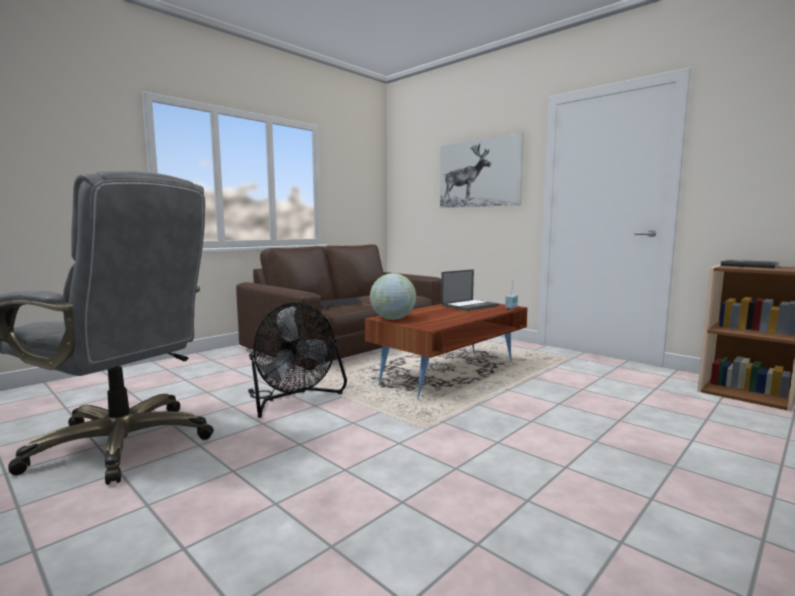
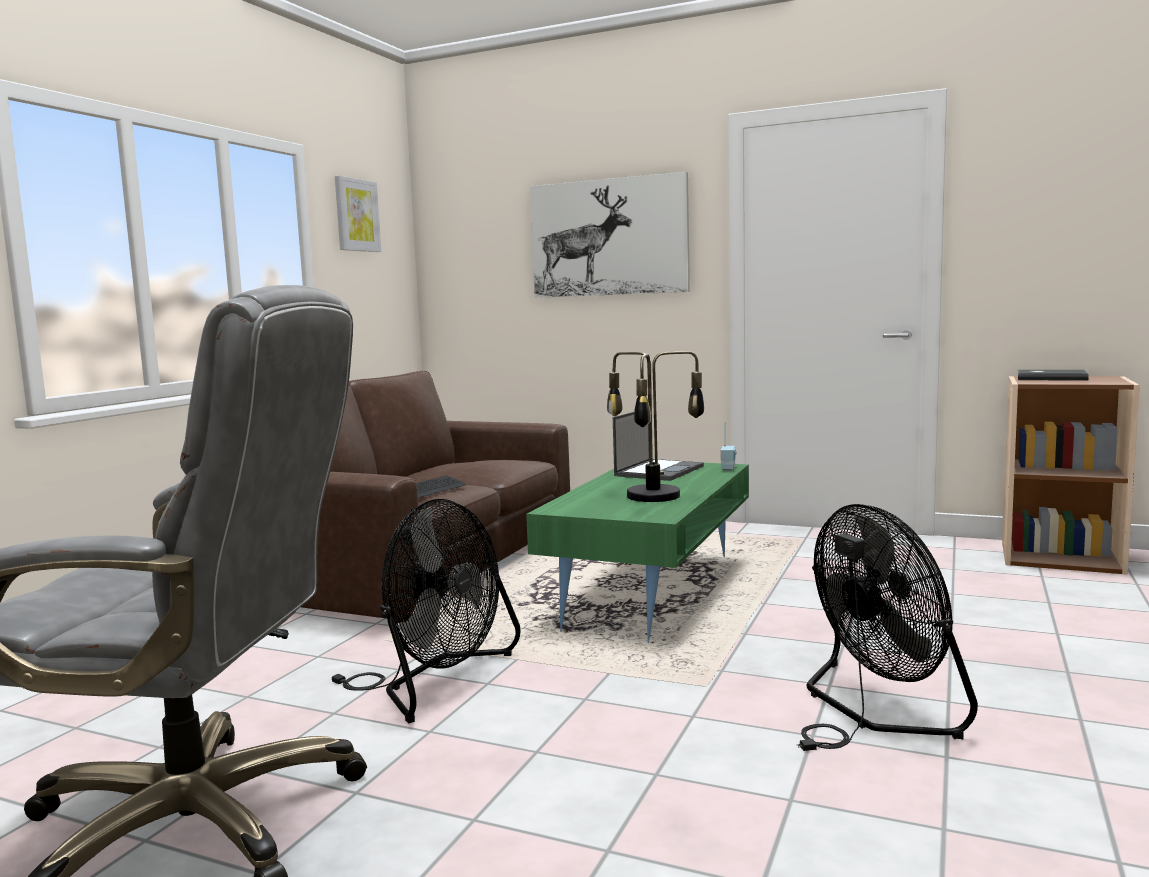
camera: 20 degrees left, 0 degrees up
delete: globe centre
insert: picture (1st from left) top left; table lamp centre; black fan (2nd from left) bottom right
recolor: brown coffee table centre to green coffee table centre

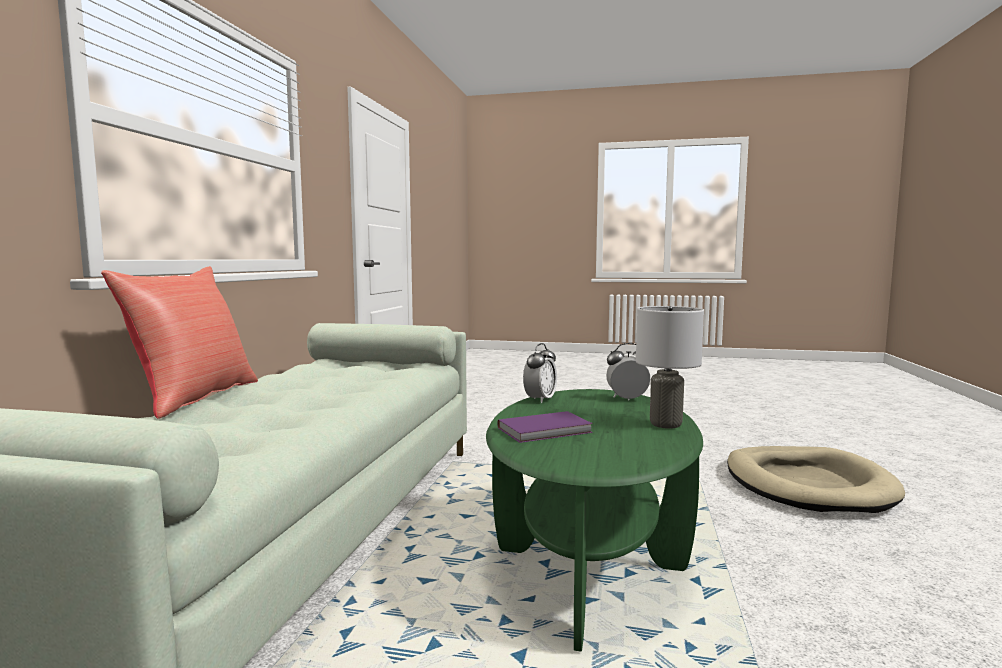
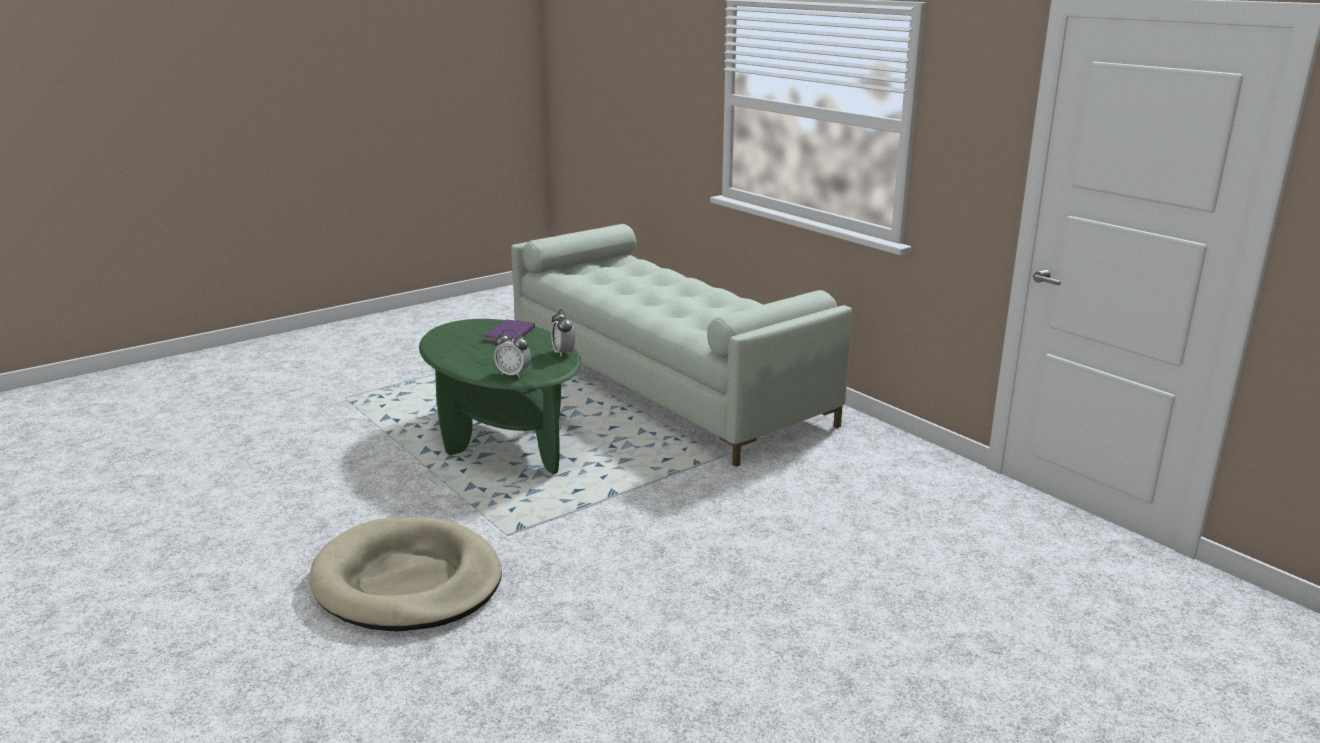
camera: 130 degrees right, 15 degrees up
delete: red pillow middle left; white table lamp middle right
rotate: alarm clock (2nd from left in the first image) centre = centre 75 degrees clockwise

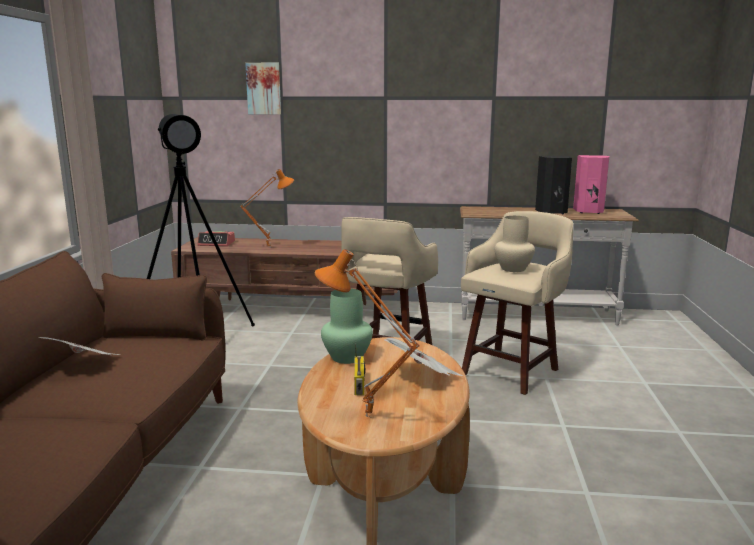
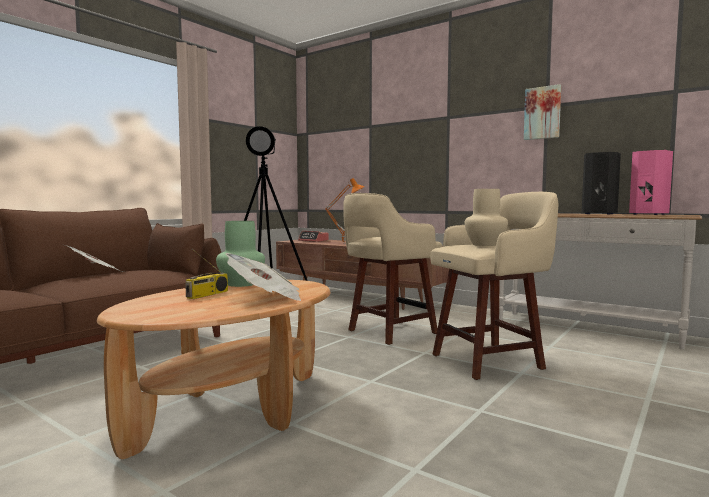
camera: 30 degrees right, 10 degrees down
delete: orange table lamp (2nd from left) centre
move: picture top centre to top right

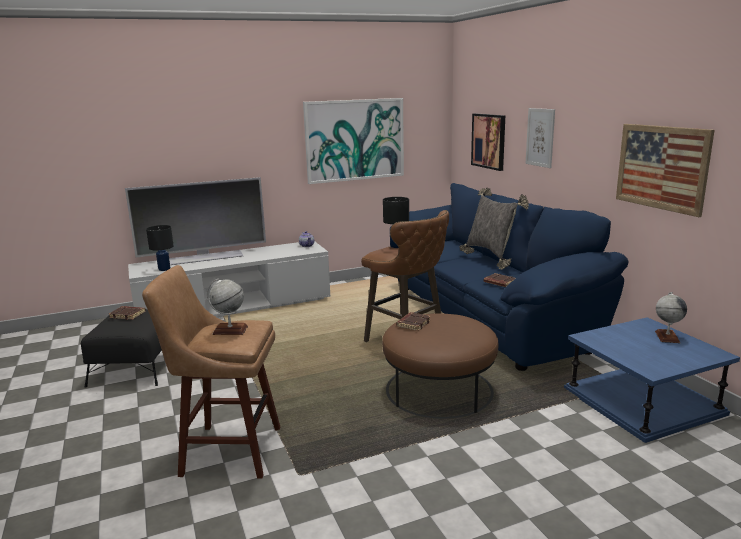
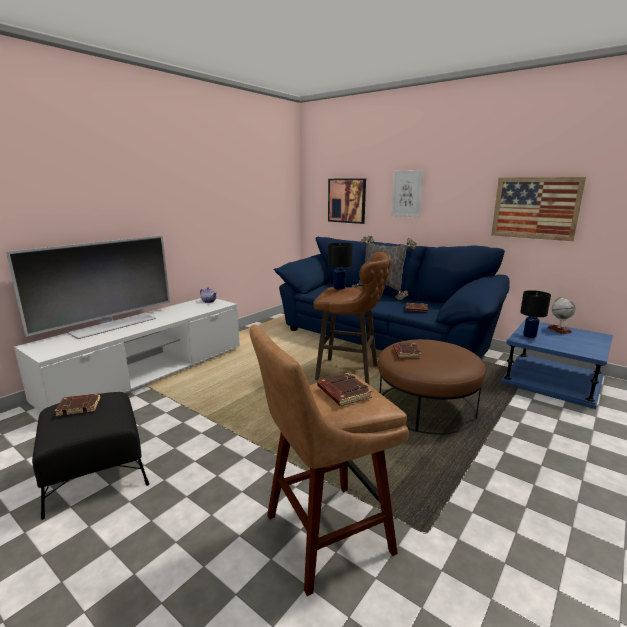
camera: 30 degrees left, 0 degrees up
delete: picture (1st from left) top centre
move: black table lamp (1st from left in the first image) middle left to black table lamp (2nd from left) middle right
replace: globe (1st from left) middle left to brown book (2nd from left) centre

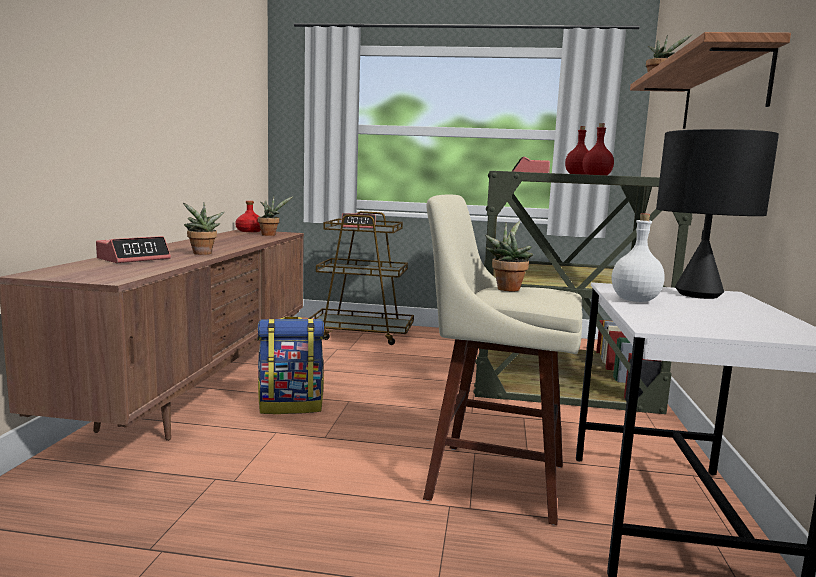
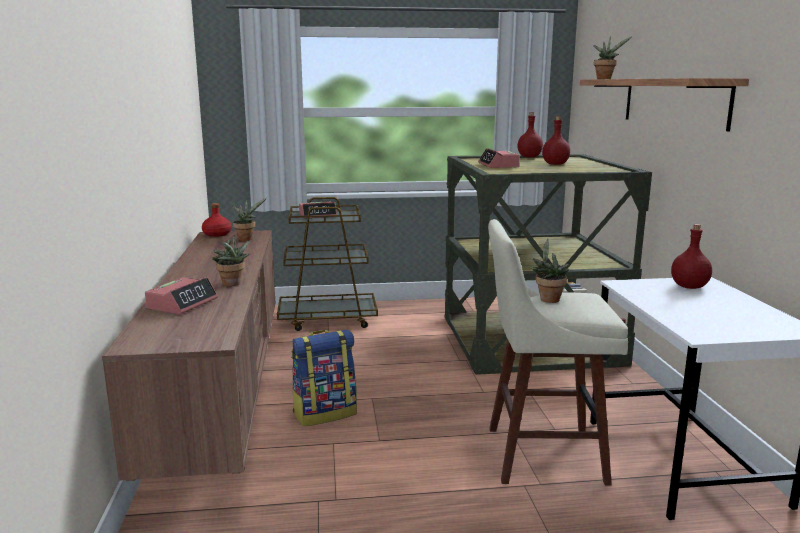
camera: 15 degrees left, 5 degrees up
delete: white bottle middle right
replace: black table lamp middle right to red bottle (4th from left) middle right

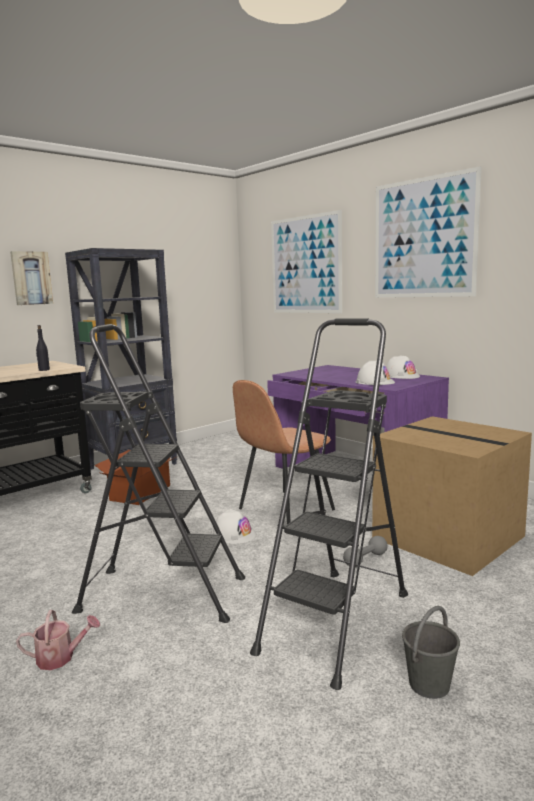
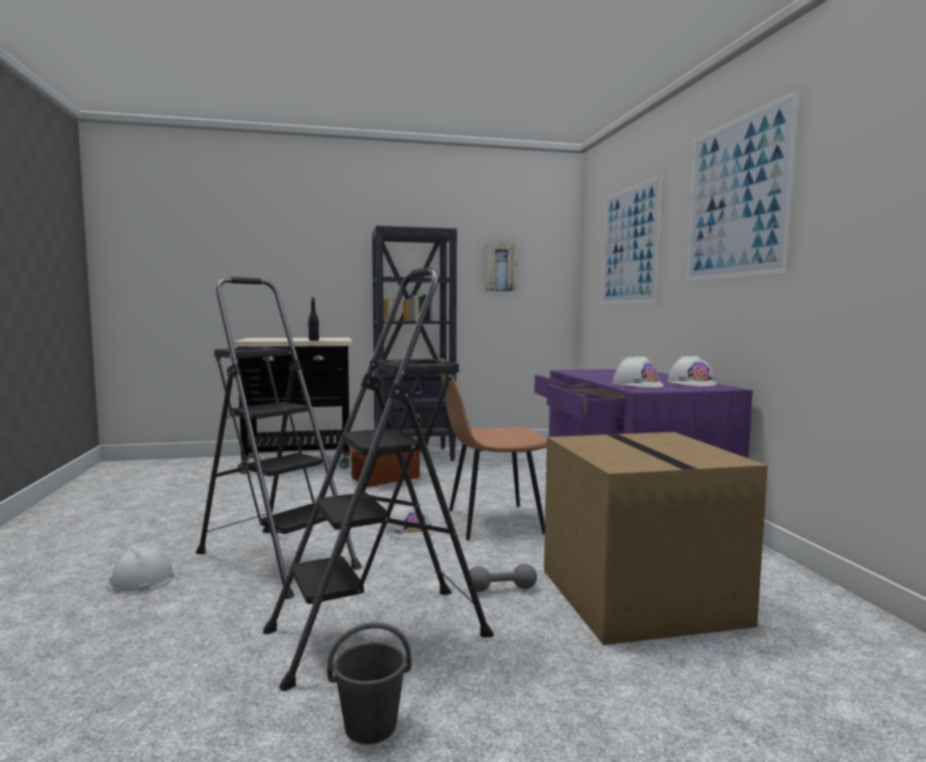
camera: 30 degrees right, 5 degrees down
move: picture (1st from left) middle left to centre
replace: watering can bottom left to white hard hat (1st from left) bottom left

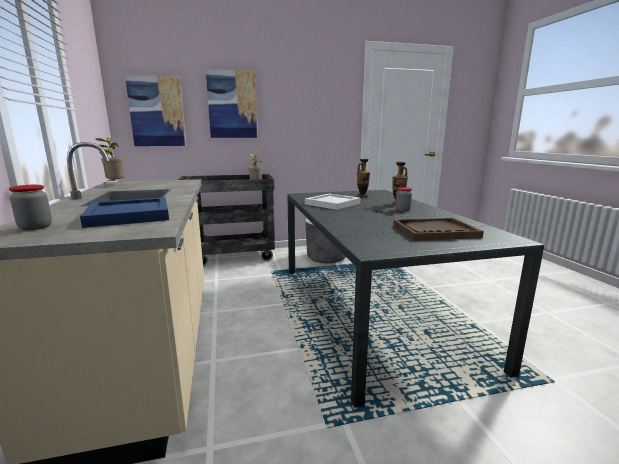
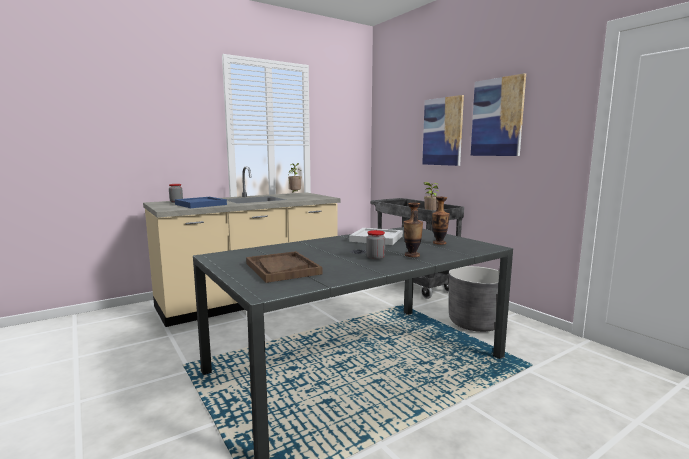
camera: 70 degrees right, 5 degrees down
move: picture (1st from left in the first image) top left to picture (2nd from left) top right

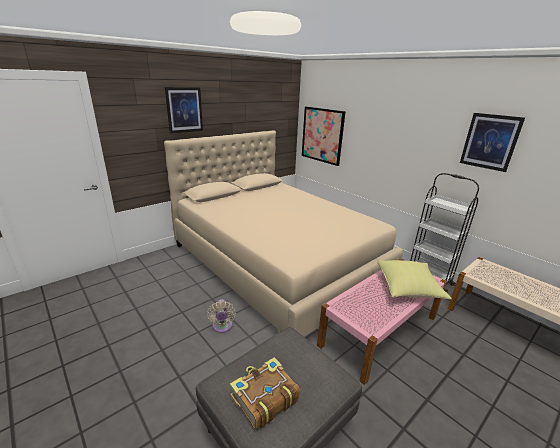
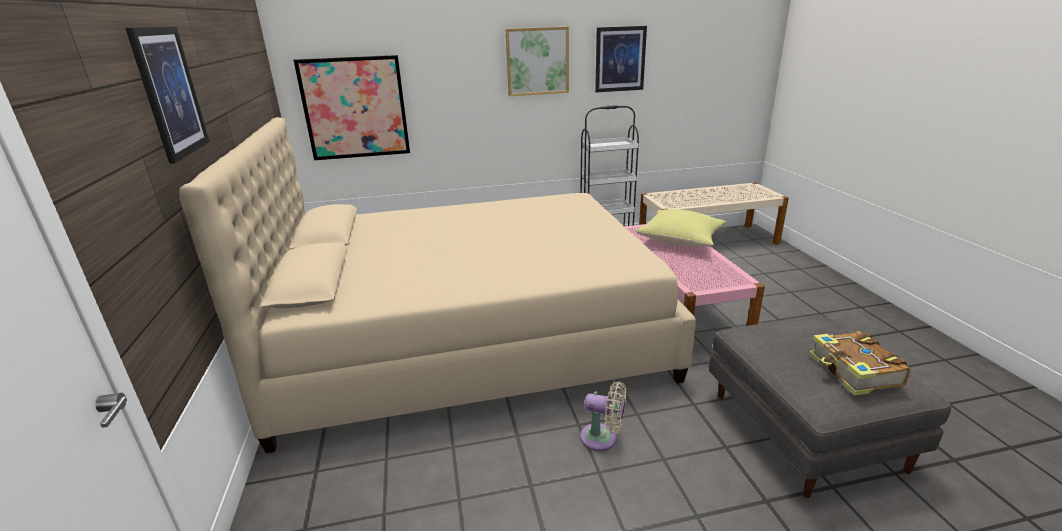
camera: 60 degrees left, 0 degrees up
insert: picture (3rd from left) top centre

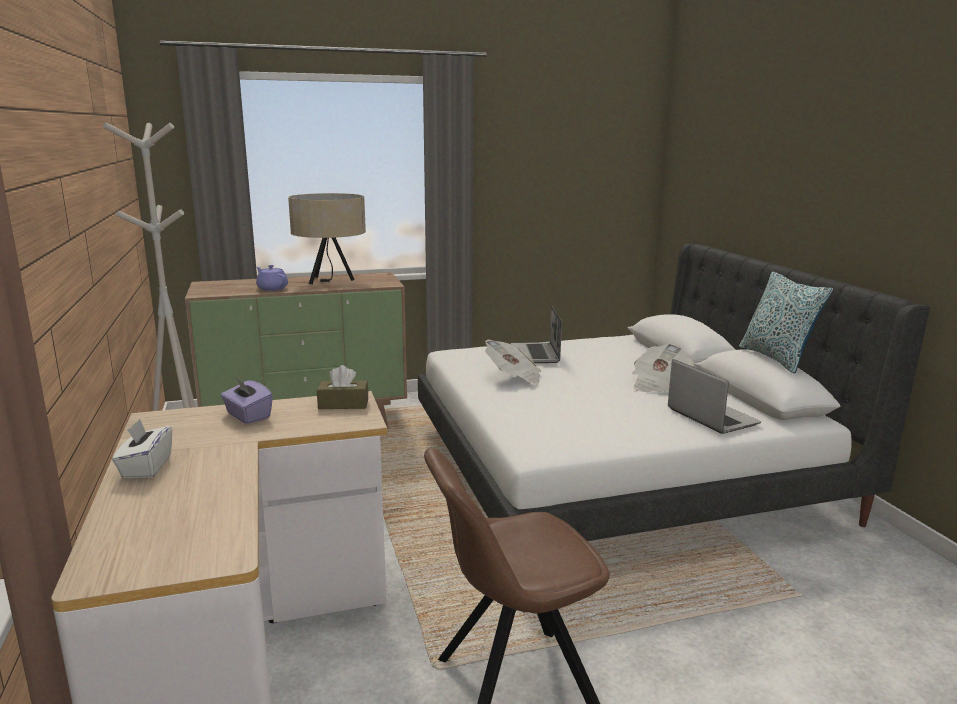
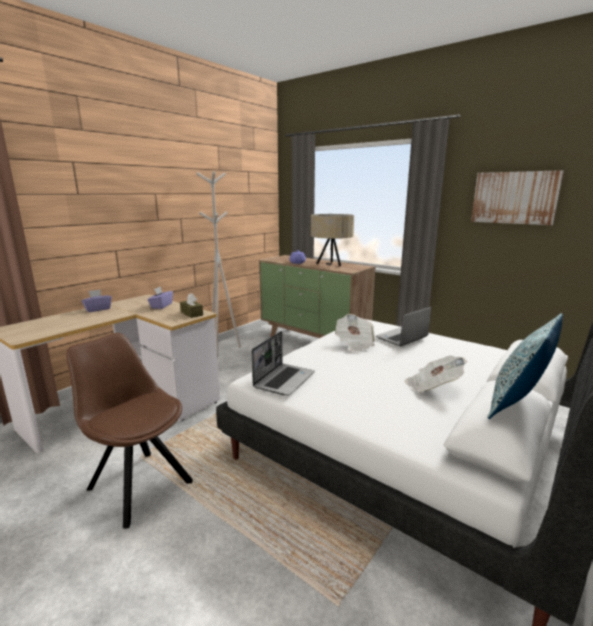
camera: 55 degrees right, 0 degrees up
insert: picture top right
move: laptop (2nd from left in the first image) middle right to laptop (1st from left) centre
recolor: white tissue box middle left to purple tissue box (1st from left) middle left

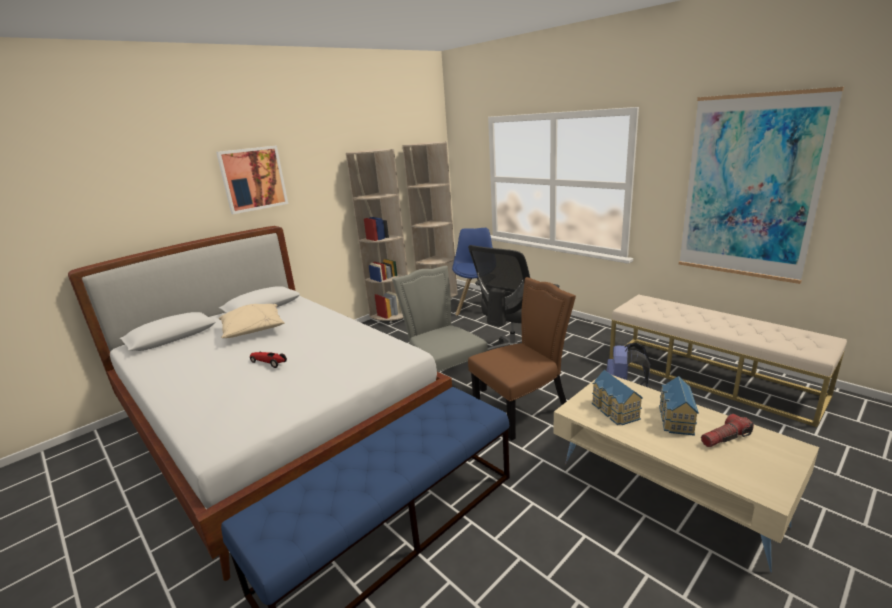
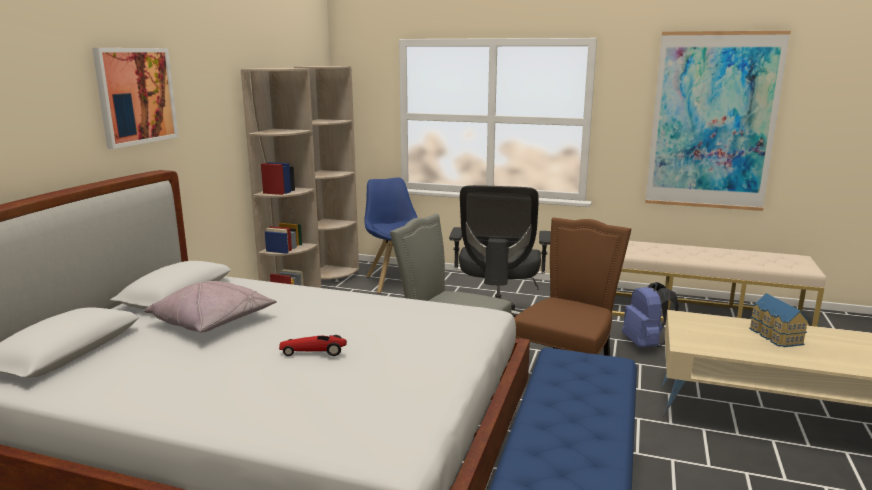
camera: 30 degrees left, 5 degrees down
delete: toy house (1st from left) middle right; flashlight bottom right
recolor: beige pillow middle left to purple pillow middle left

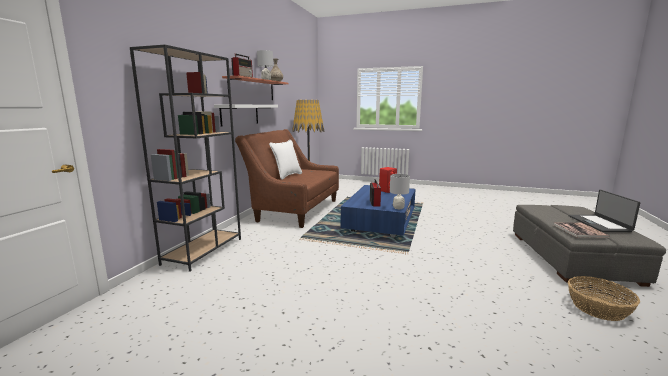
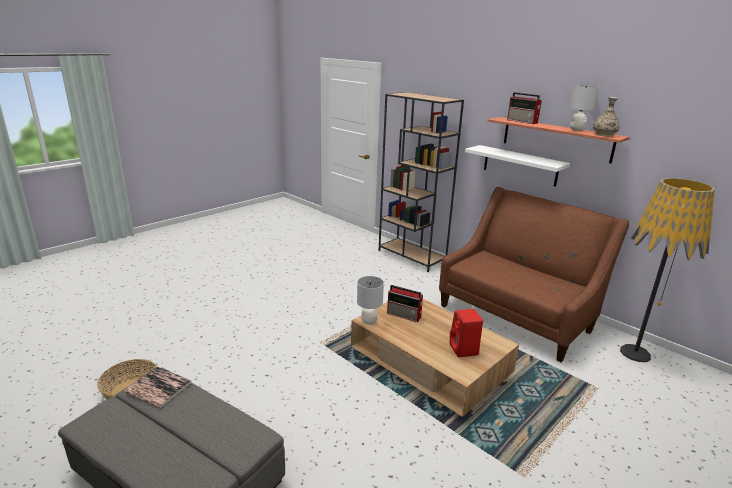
camera: 115 degrees right, 10 degrees up
delete: white pillow centre; laptop middle right
recolor: blue coffee table centre to brown coffee table bottom centre

